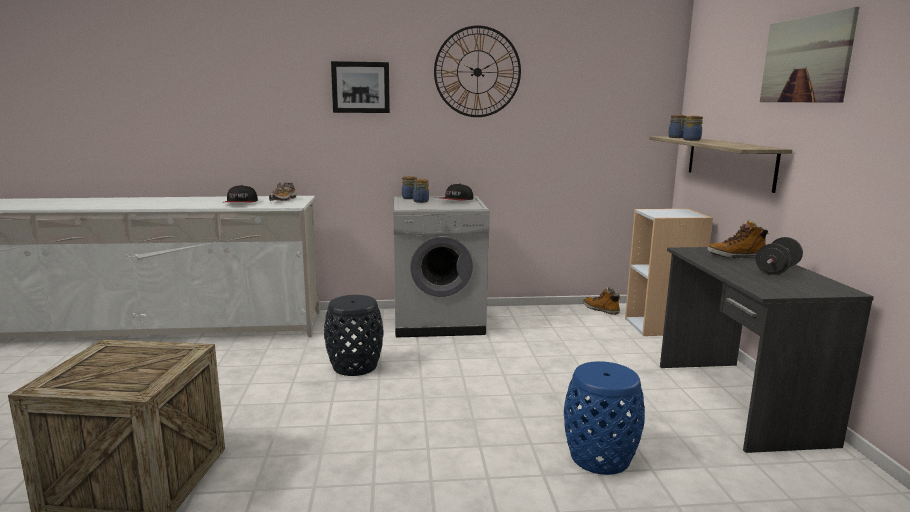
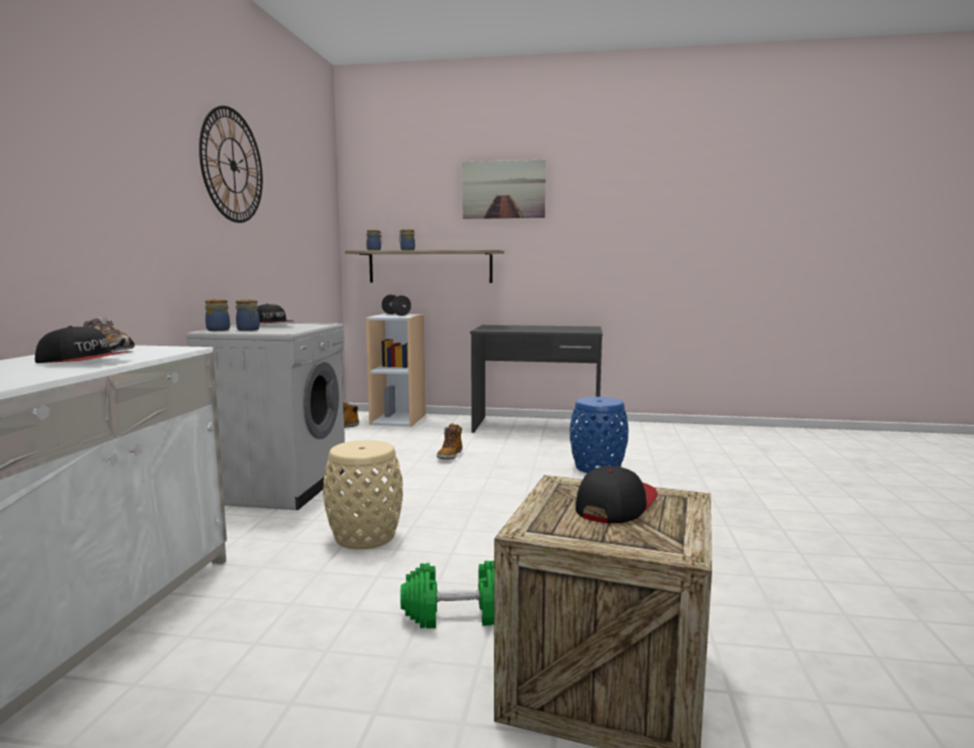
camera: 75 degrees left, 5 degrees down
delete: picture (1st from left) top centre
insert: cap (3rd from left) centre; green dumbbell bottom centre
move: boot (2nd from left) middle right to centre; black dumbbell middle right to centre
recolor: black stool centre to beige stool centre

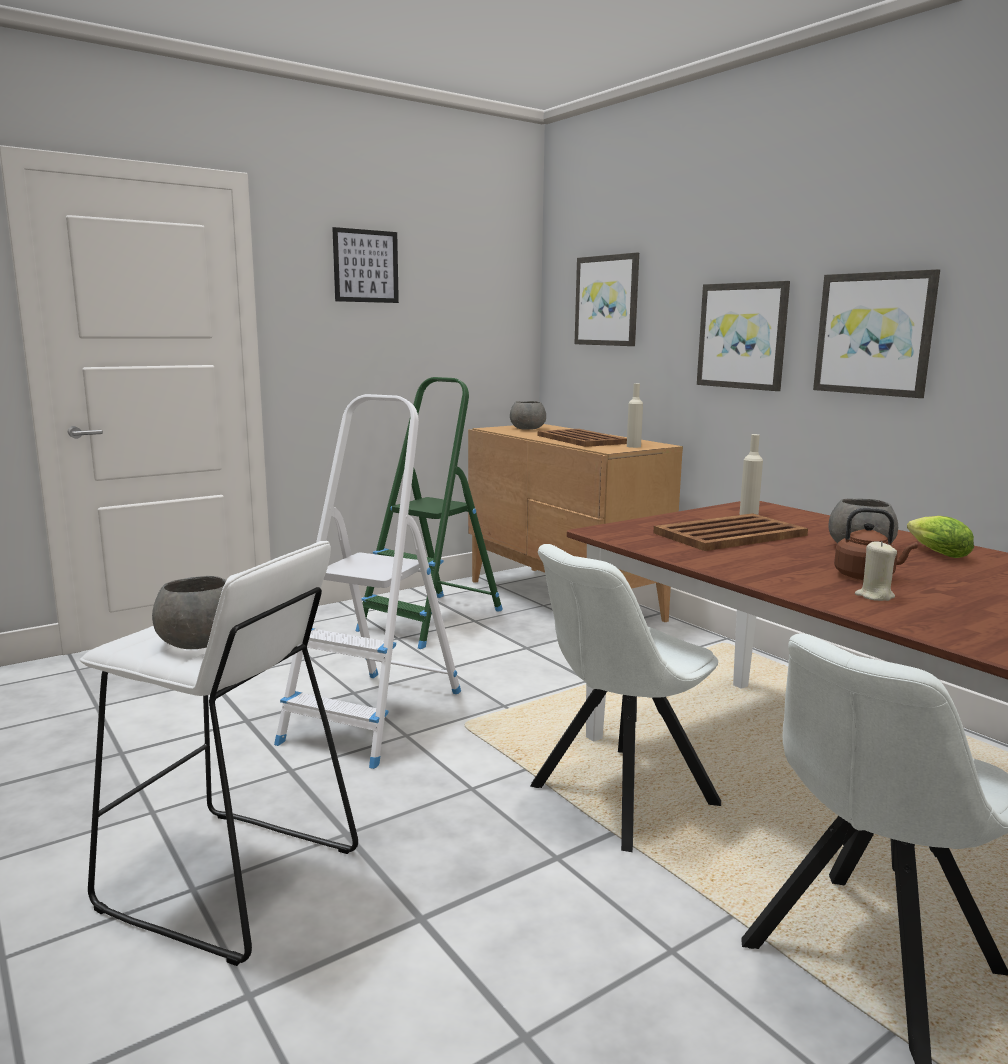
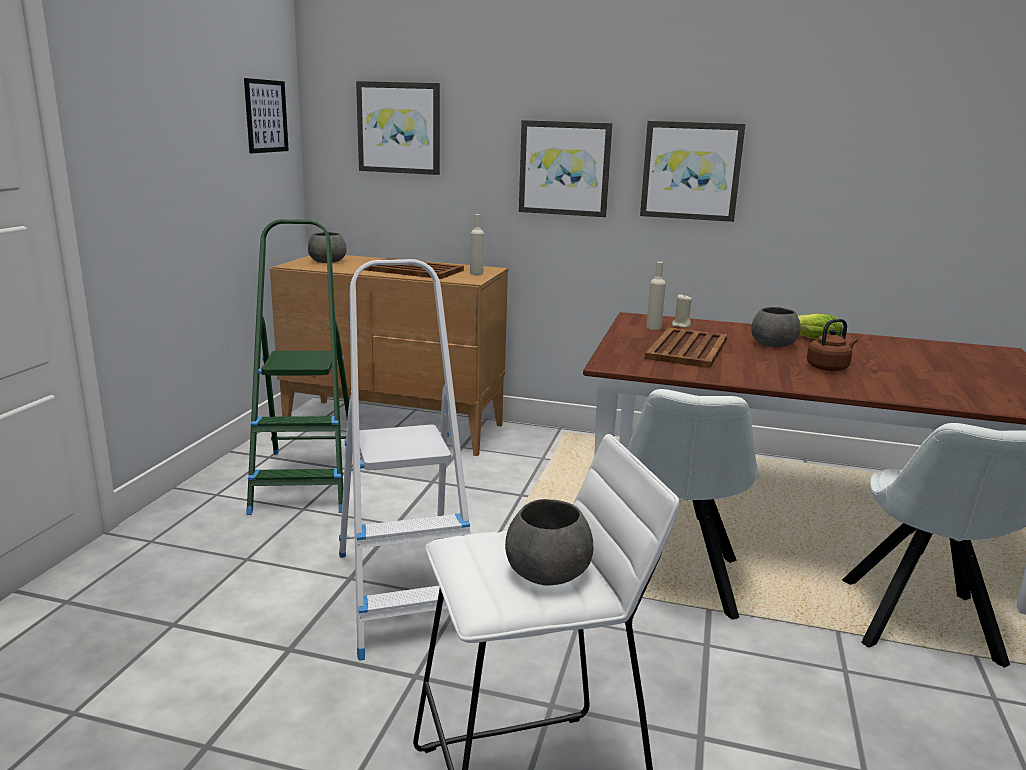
camera: 40 degrees left, 5 degrees up
move: picture (1st from left) top centre to top left; beige candle middle right to centre

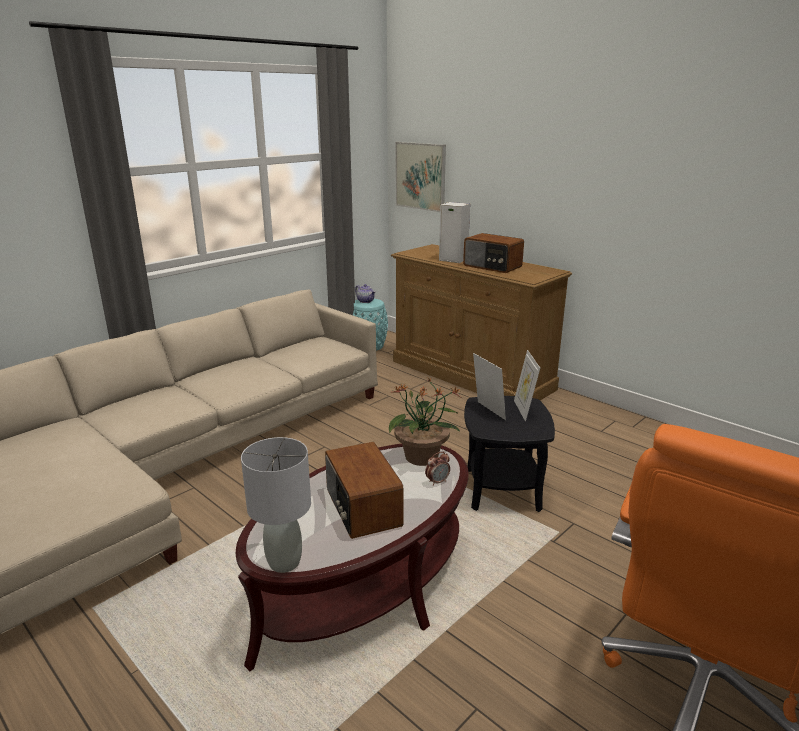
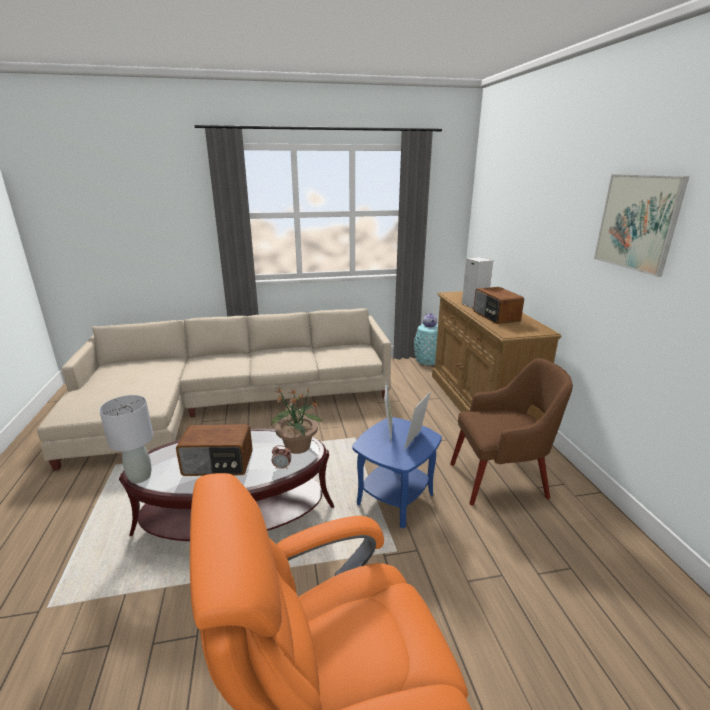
camera: 35 degrees right, 0 degrees up
insert: brown armchair middle right
move: picture top centre to top right
recolor: black side table centre to blue side table centre
rotate: radio (1st from left) bottom centre = middle left 105 degrees counterclockwise

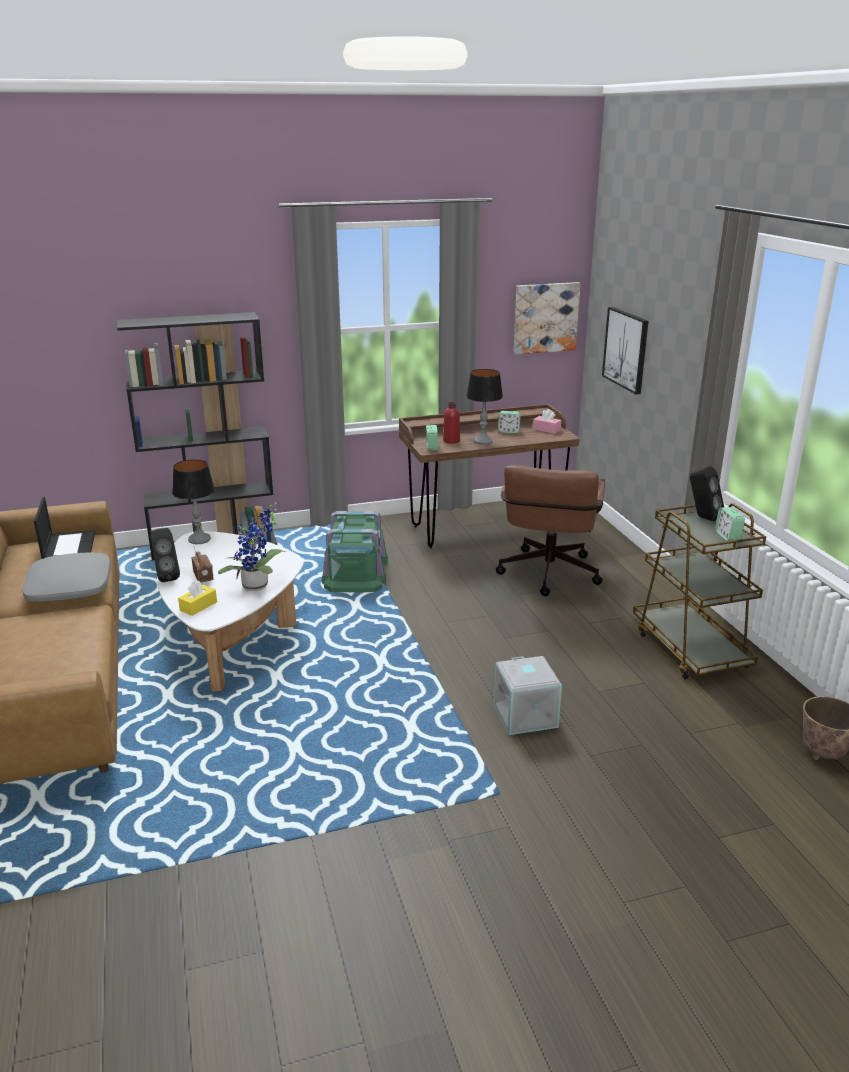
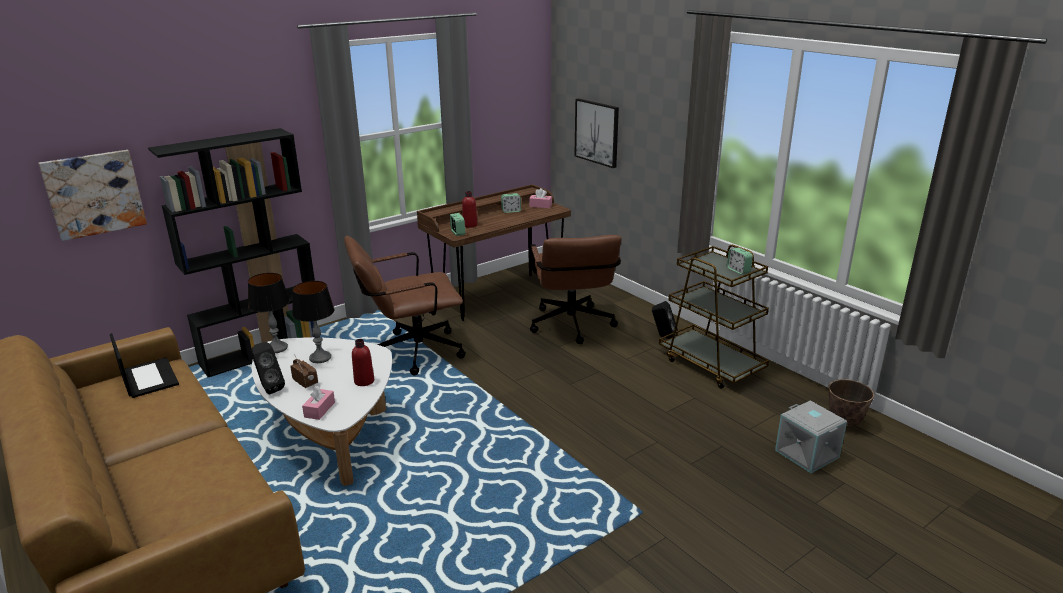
camera: 20 degrees left, 0 degrees up
delete: grey pillow middle left
move: picture (1st from left) top centre to top left; table lamp (2nd from left) centre to middle left; black speaker (2nd from left) middle right to centre; grey storage box centre to bottom right
replace: potted plant middle left to red bottle (1st from left) centre; green storage box centre to brown office chair (1st from left) centre
recolor: yellow tissue box middle left to pink tissue box (1st from left) bottom left

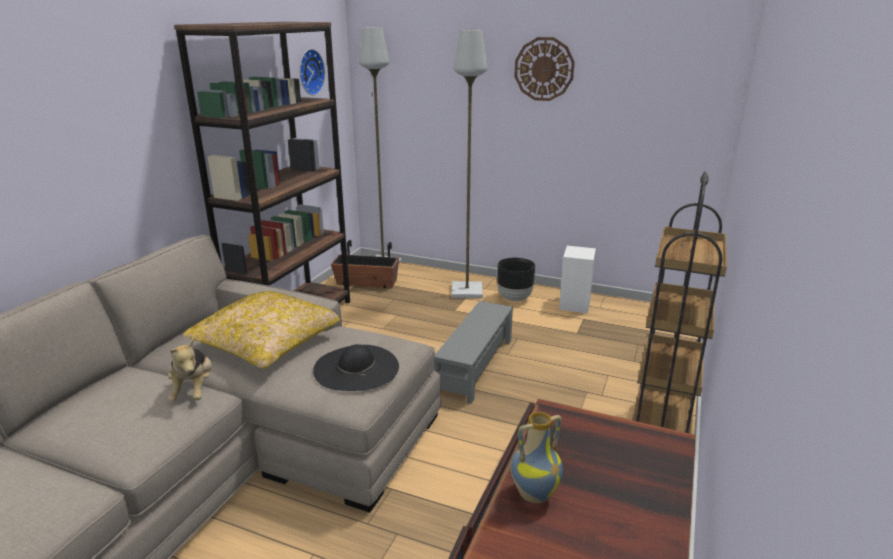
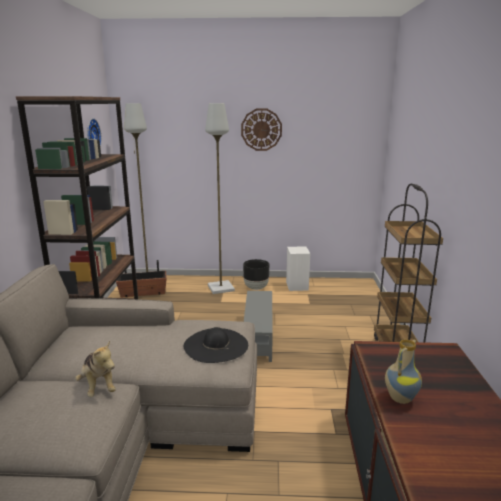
camera: 20 degrees left, 5 degrees down
delete: yellow pillow middle left

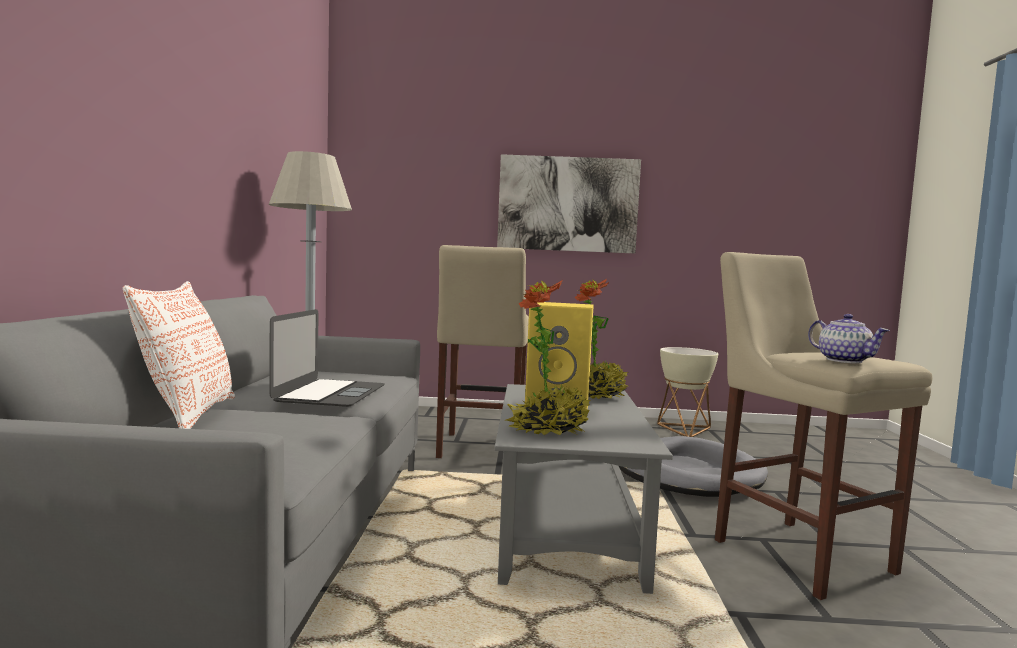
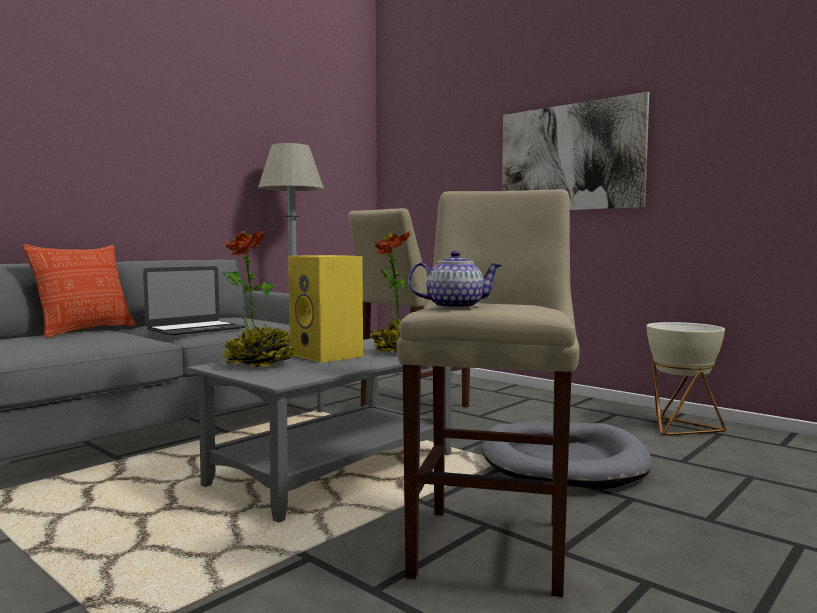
camera: 40 degrees right, 0 degrees up
recolor: white pillow middle left to orange pillow middle left
rotate: teapot middle right = centre 105 degrees counterclockwise

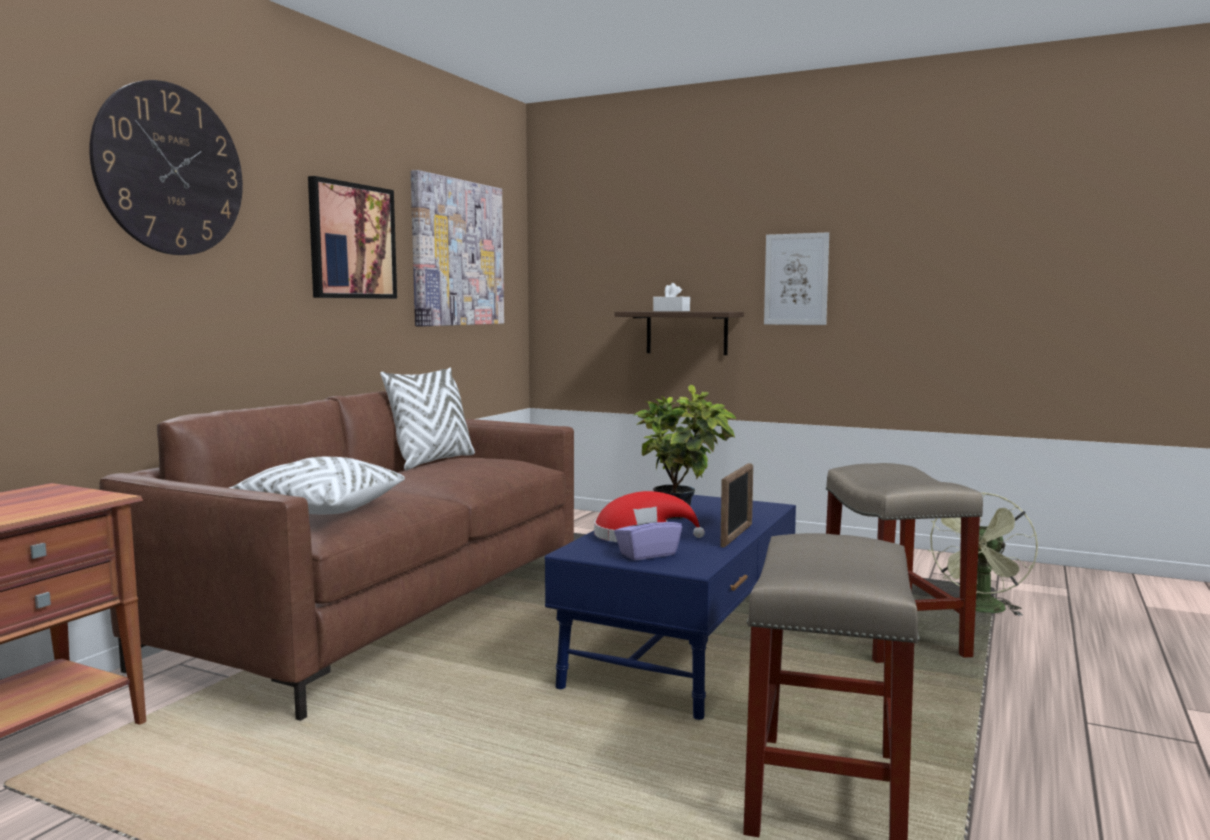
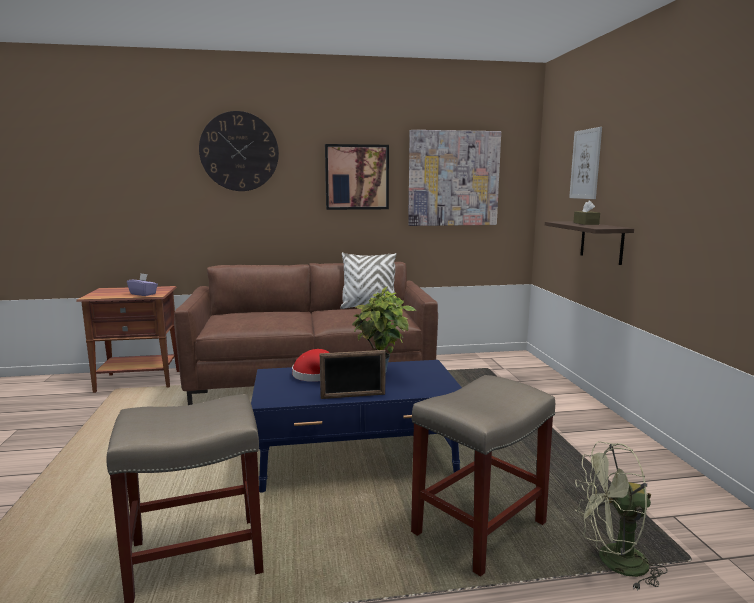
camera: 55 degrees right, 5 degrees up
delete: white pillow (1st from left) middle left
move: picture (3rd from left) top centre to top right; purple tissue box centre to middle left
recolor: white tissue box centre to brown tissue box middle right

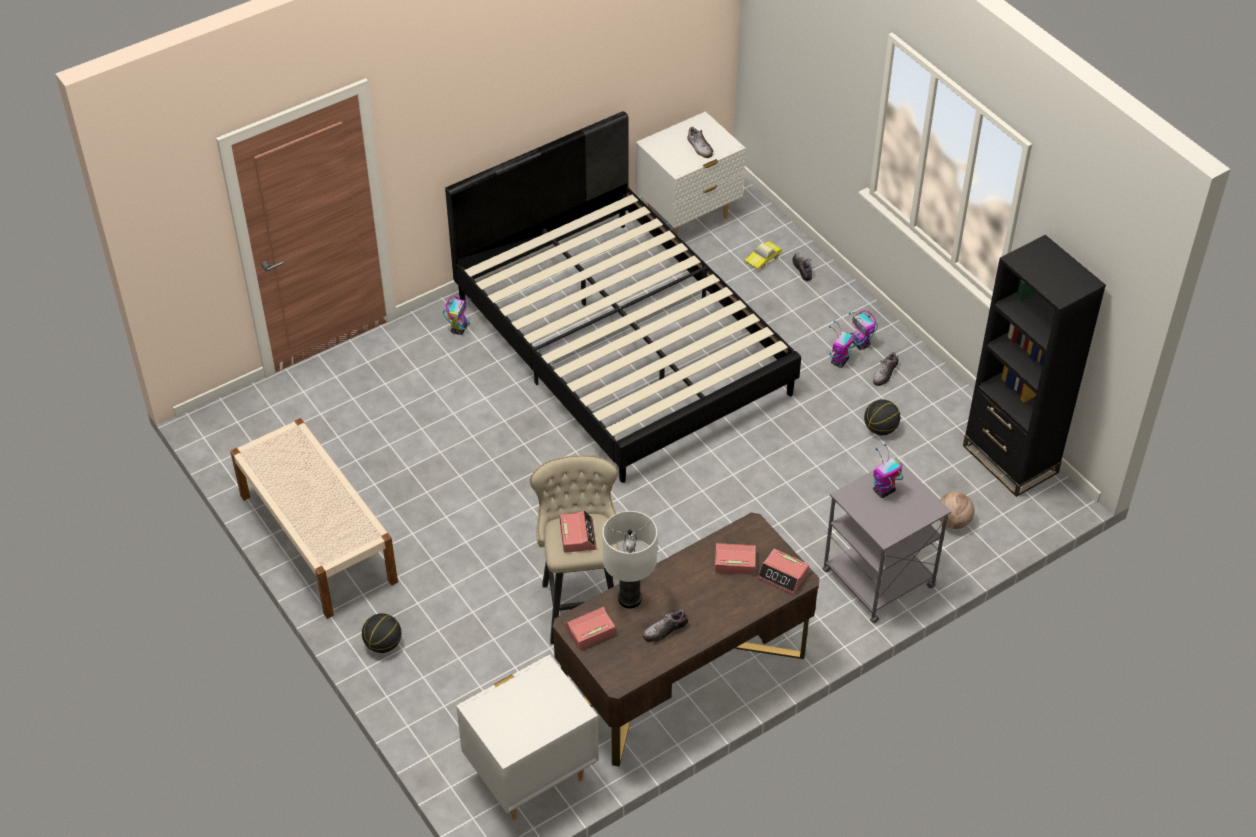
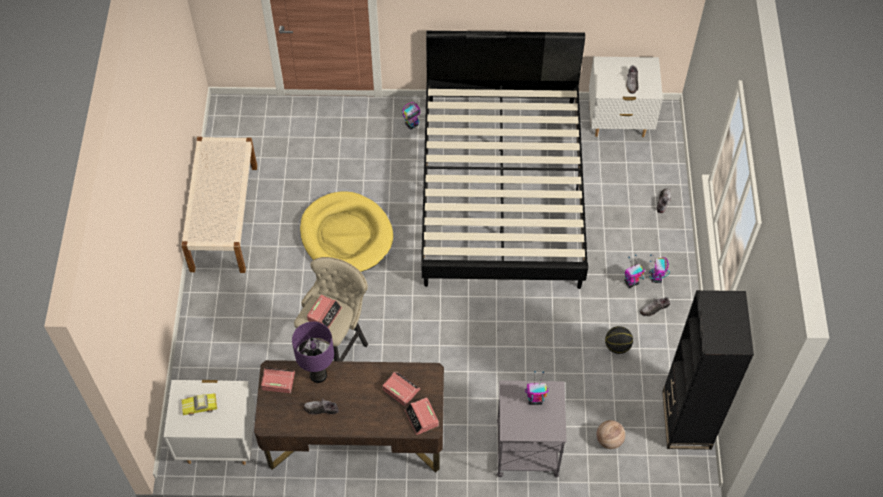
camera: 35 degrees right, 10 degrees up
delete: basketball (1st from left) bottom left
insert: yellow dog bed centre
move: toy car top centre to bottom left
recolor: white table lamp bottom centre to purple table lamp bottom centre

